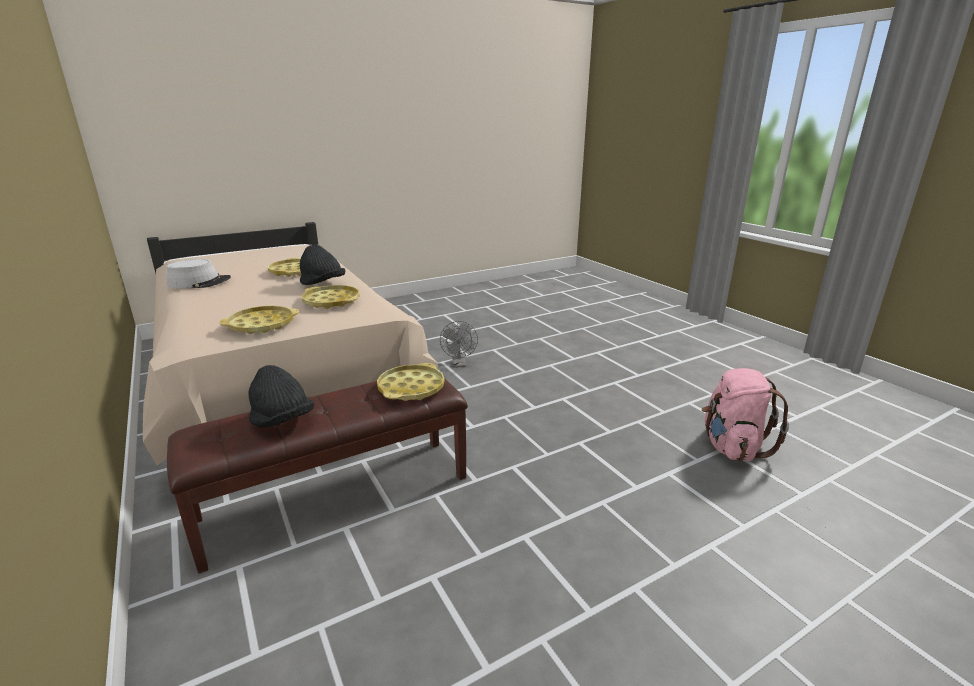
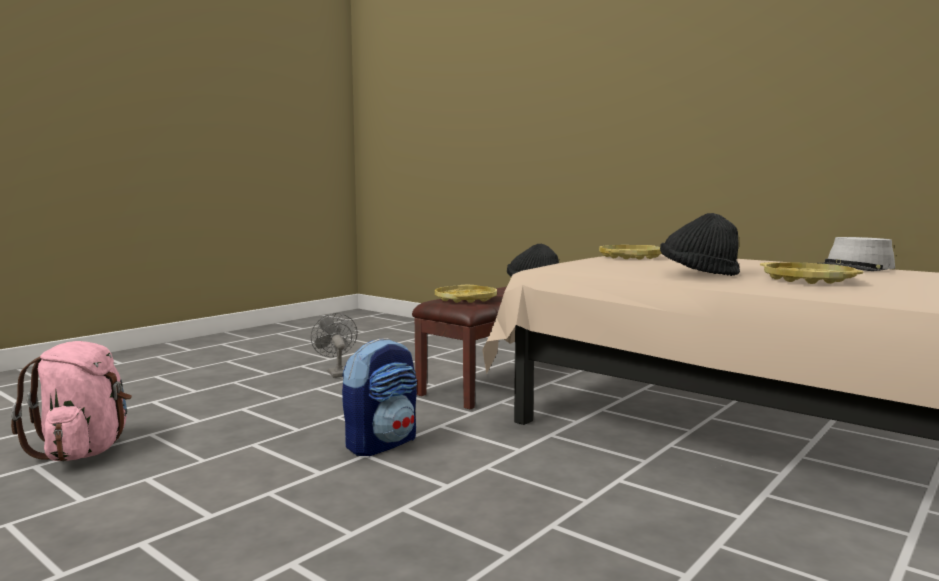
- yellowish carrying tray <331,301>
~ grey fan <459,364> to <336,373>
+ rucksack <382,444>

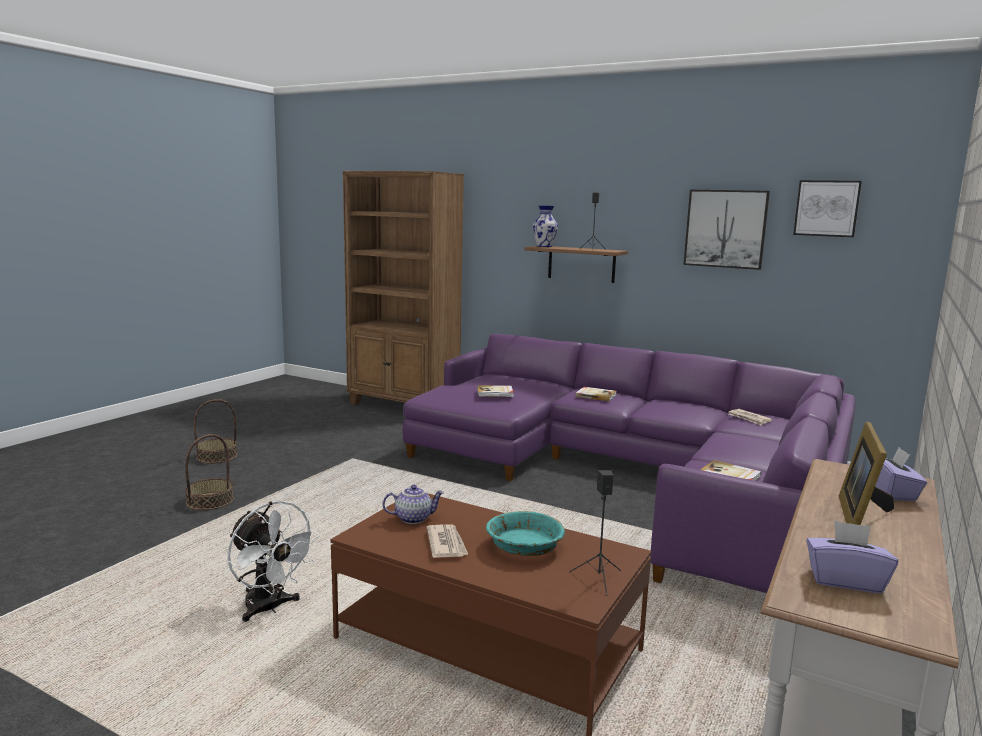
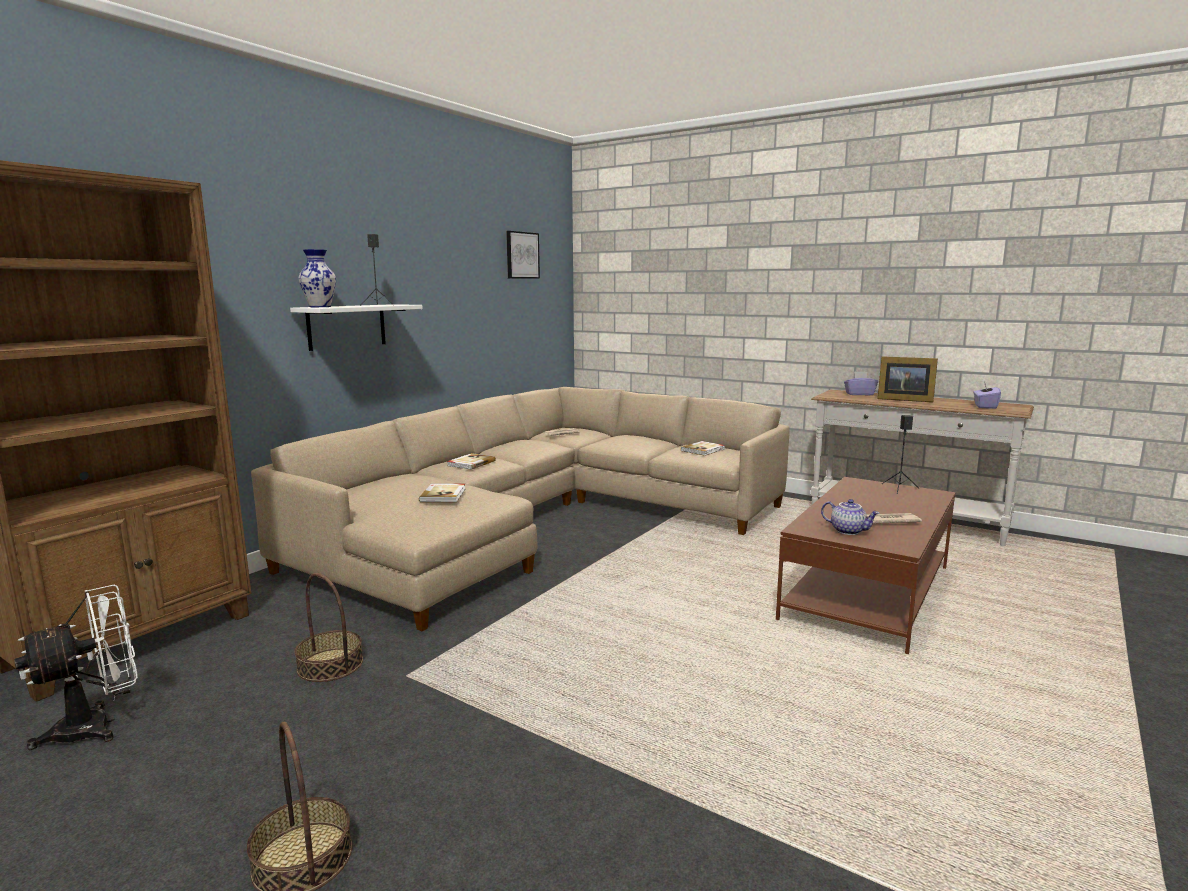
~ household basket <210,501> to <330,665>
~ white fan <269,608> to <98,725>
~ pot for tea <413,518> = <848,531> 135 degrees clockwise
~ purple couch <634,478> to beige-coloured couch <537,521>
- blue-green serving bowl <525,546>
~ brown bracket shelf <581,264> to white bracket shelf <347,326>
- wall art <725,229>

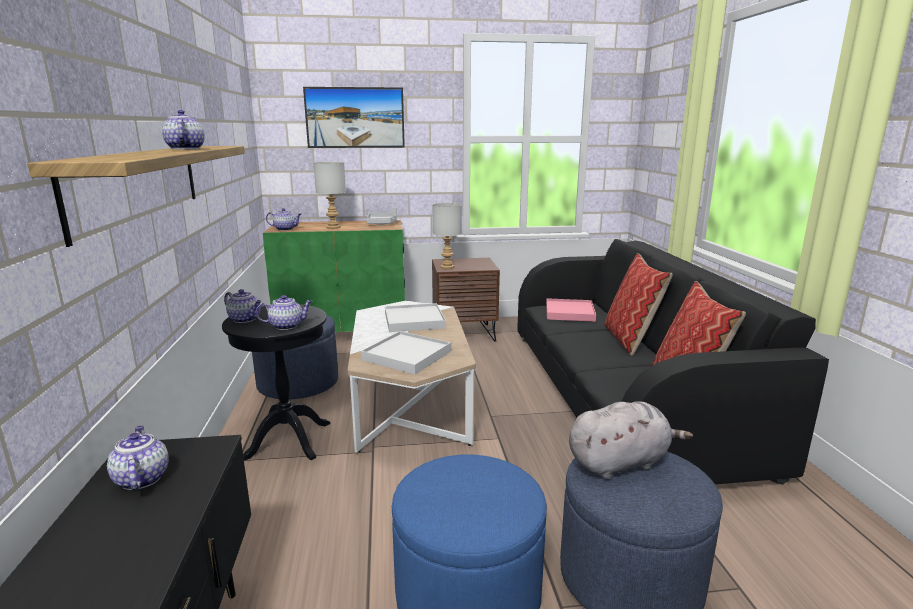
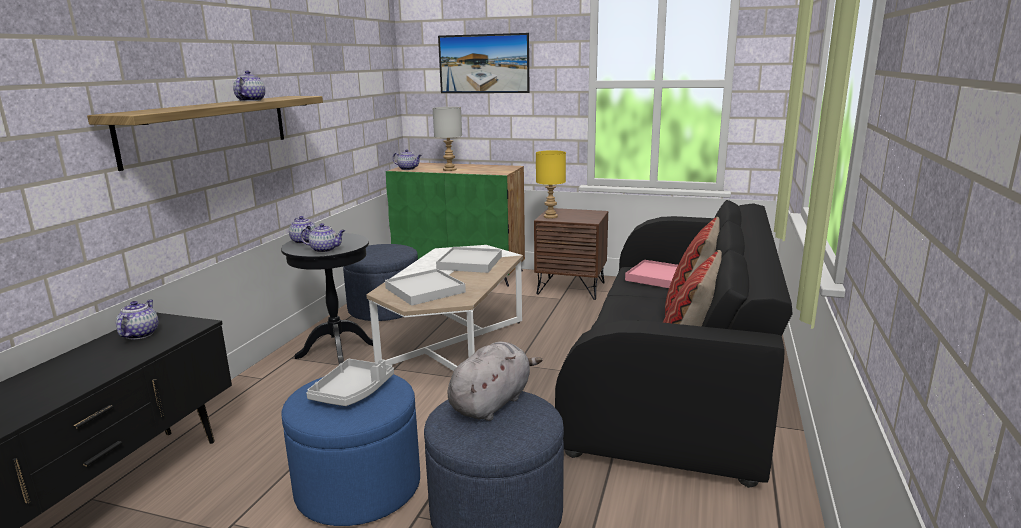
~ grey carrying tray <382,224> to <353,392>
~ grey table lamp <447,267> to yellowish table lamp <550,216>
~ grey soft toy <620,462> = <492,403> 60 degrees counterclockwise

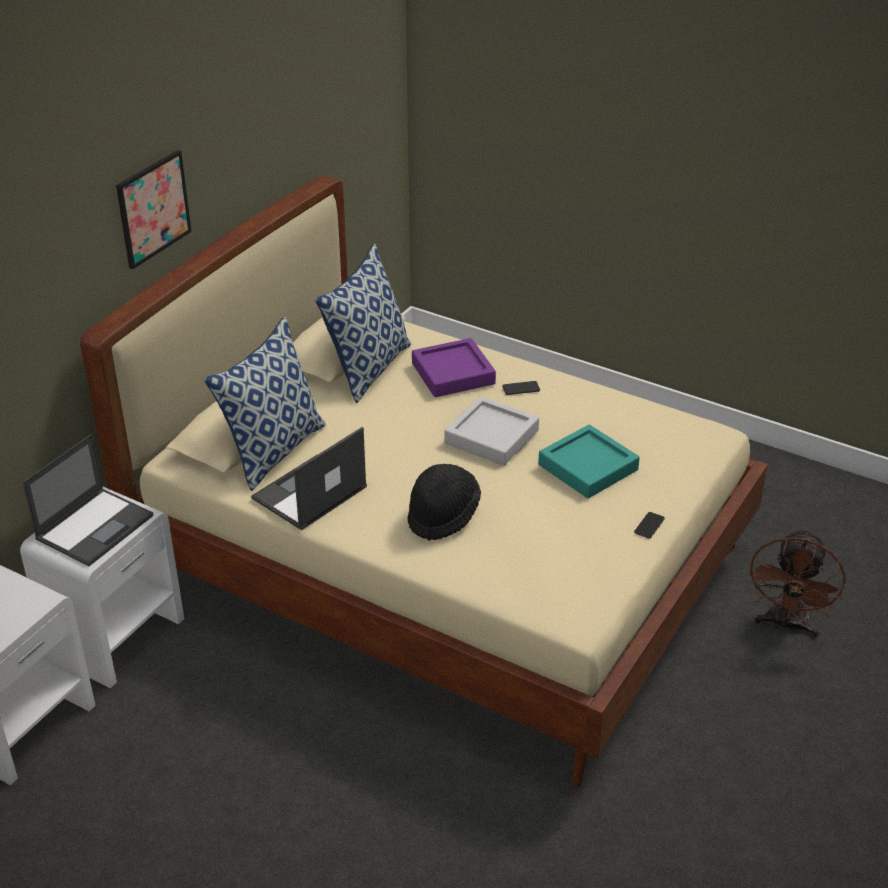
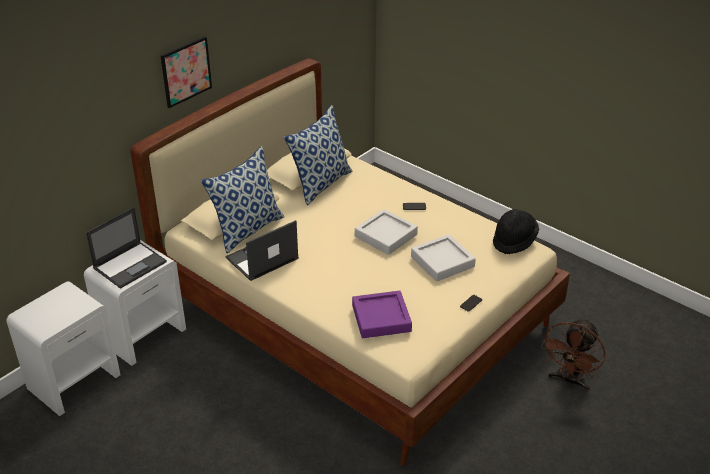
~ blackish wearable hat <443,515> to <514,241>
~ purple carrying tray <453,373> to <381,318>
~ blue-green carrying tray <588,467> to grey carrying tray <442,261>

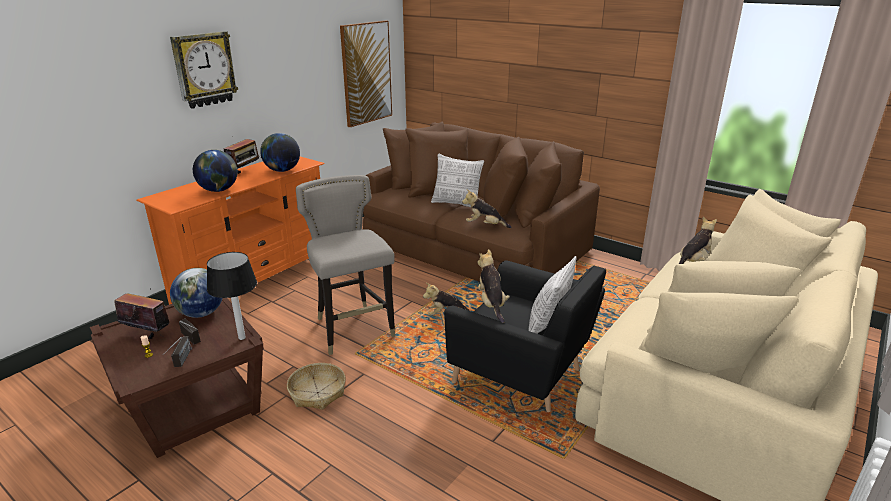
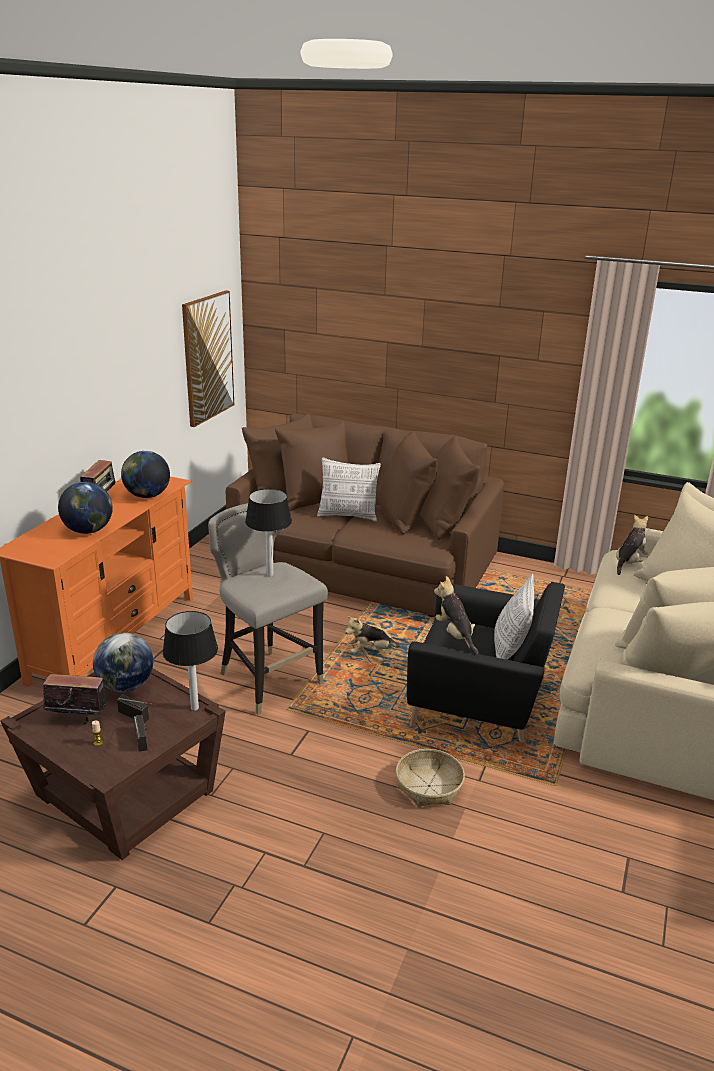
- wall clock <204,69>
~ household basket <317,393> to <429,786>
- soft toy <485,225>
+ table lamp <269,575>

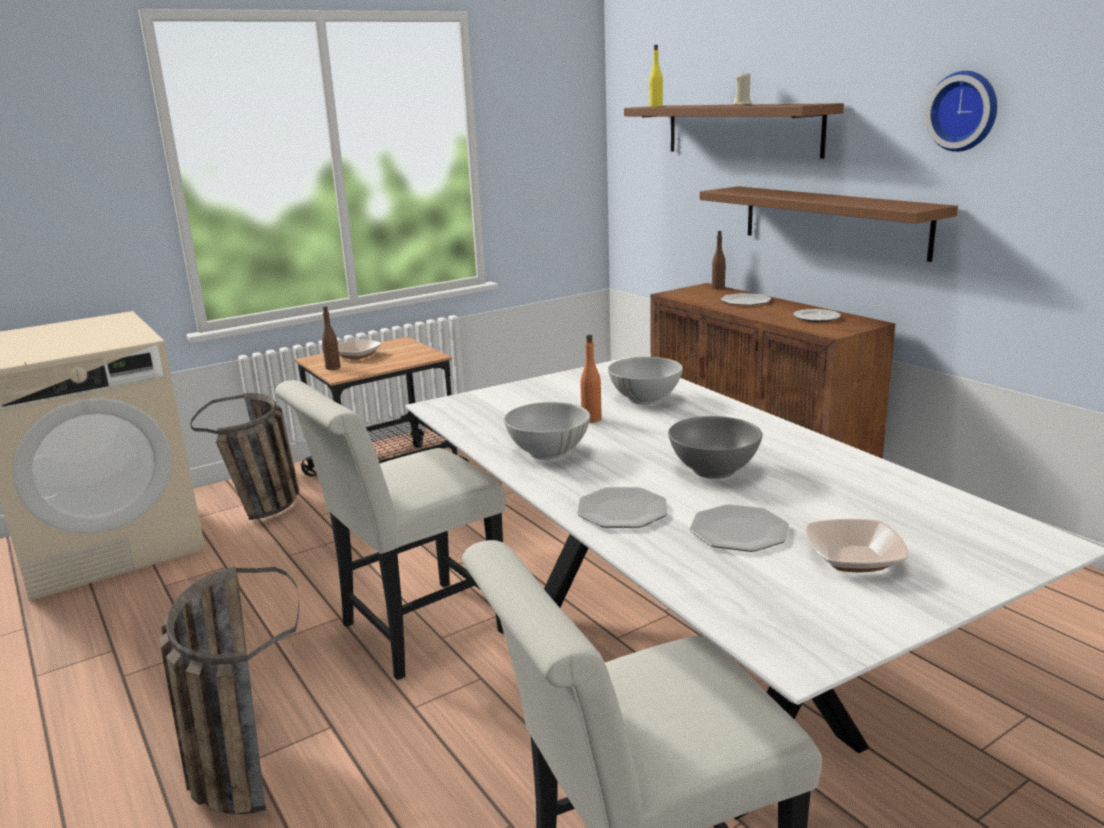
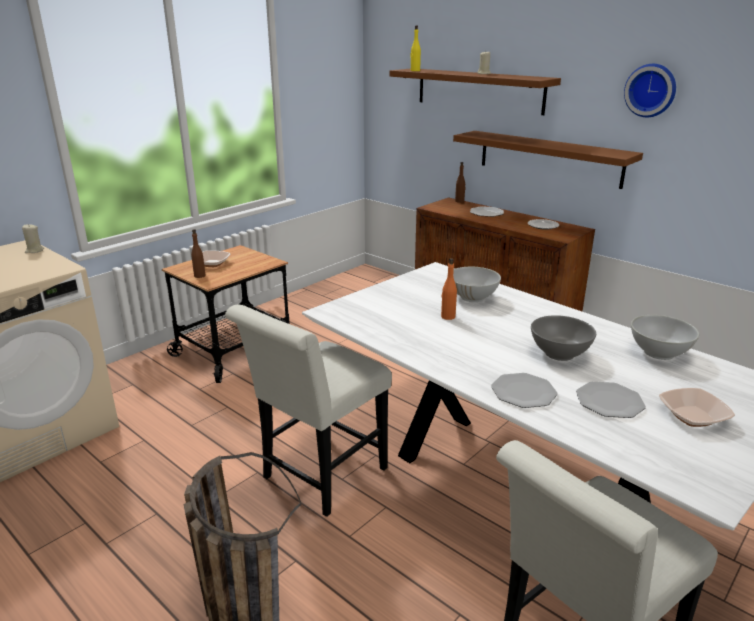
- household basket <266,510>
~ white serving bowl <548,452> to <658,352>
+ beige-coloured candle <34,251>

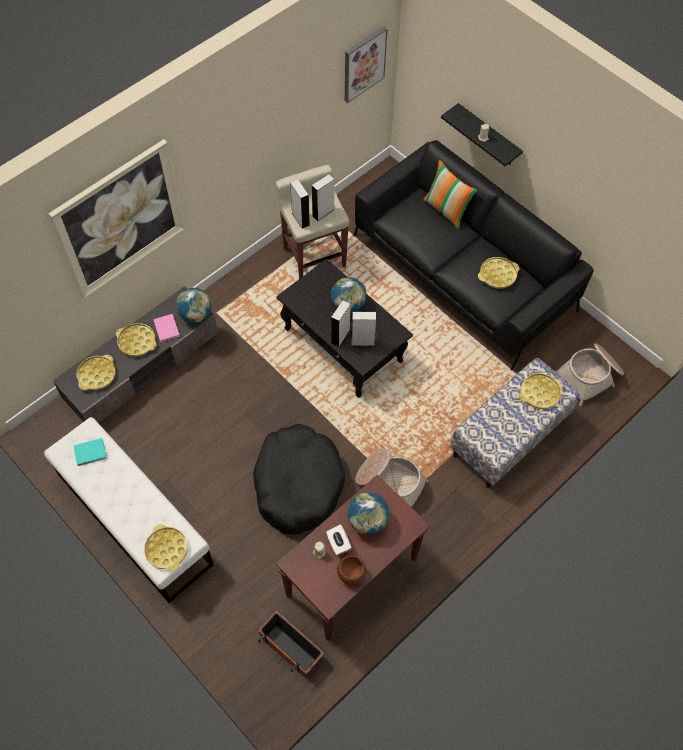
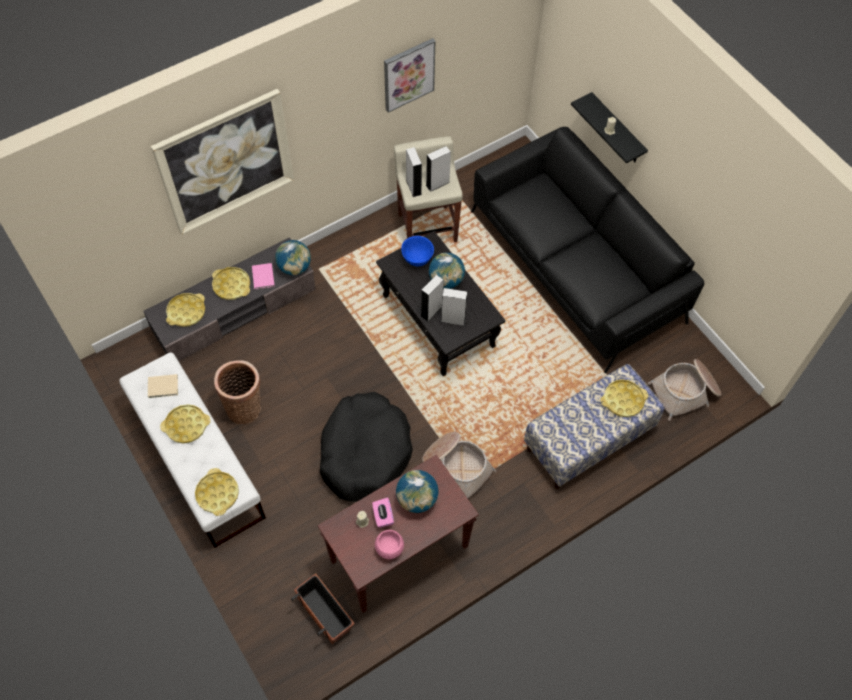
~ blue-green book <91,452> to beige-coloured book <164,387>
~ white tissue box <338,543> to pink tissue box <383,516>
~ brown serving bowl <351,574> to pink serving bowl <390,548>
~ wall art <364,64> to <408,74>
- throw pillow <446,210>
~ yellowish carrying tray <497,275> to <186,426>
+ household basket <245,407>
+ blue-coloured serving bowl <417,259>

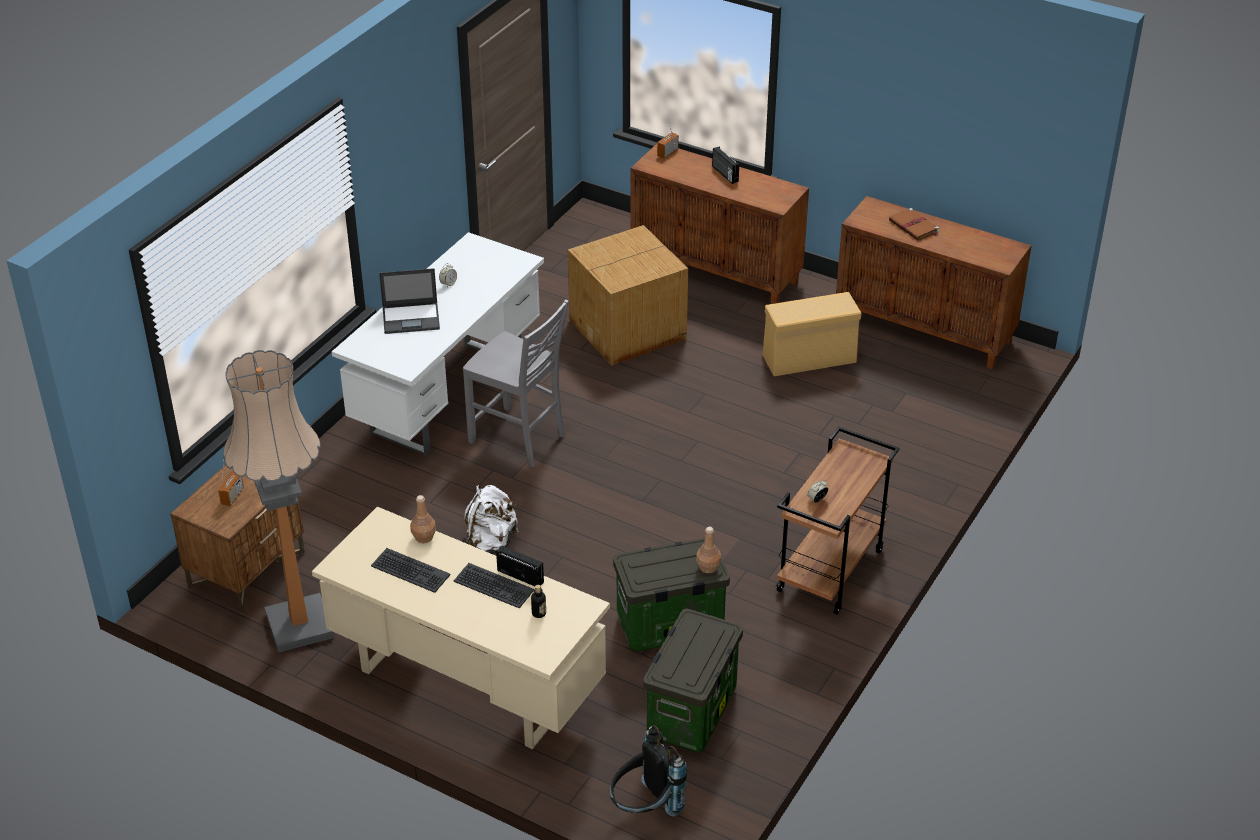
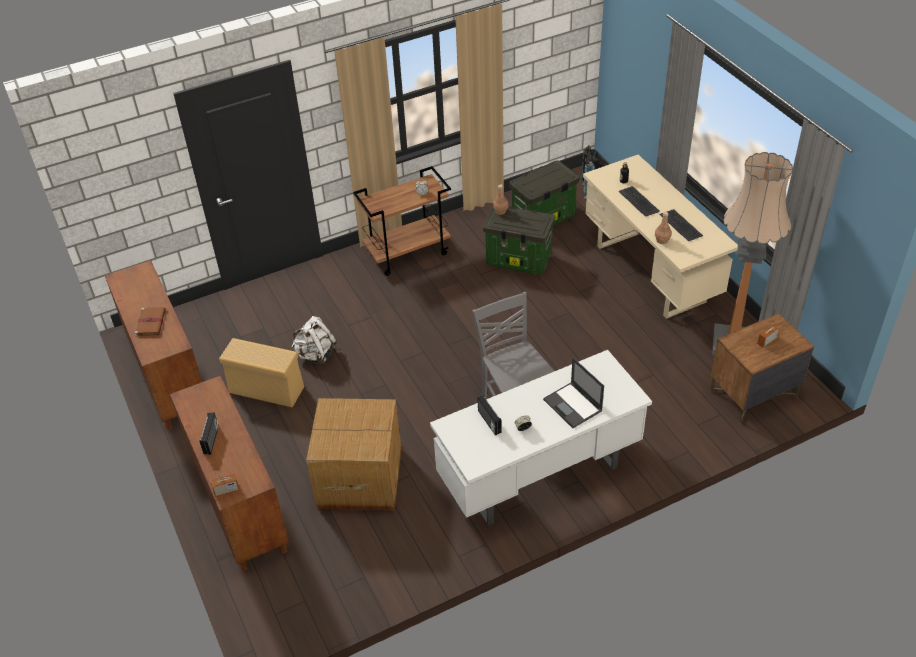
~ laptop <412,318> = <573,405> 150 degrees counterclockwise
~ white rucksack <490,542> to <315,355>
~ radio <521,576> to <488,422>

